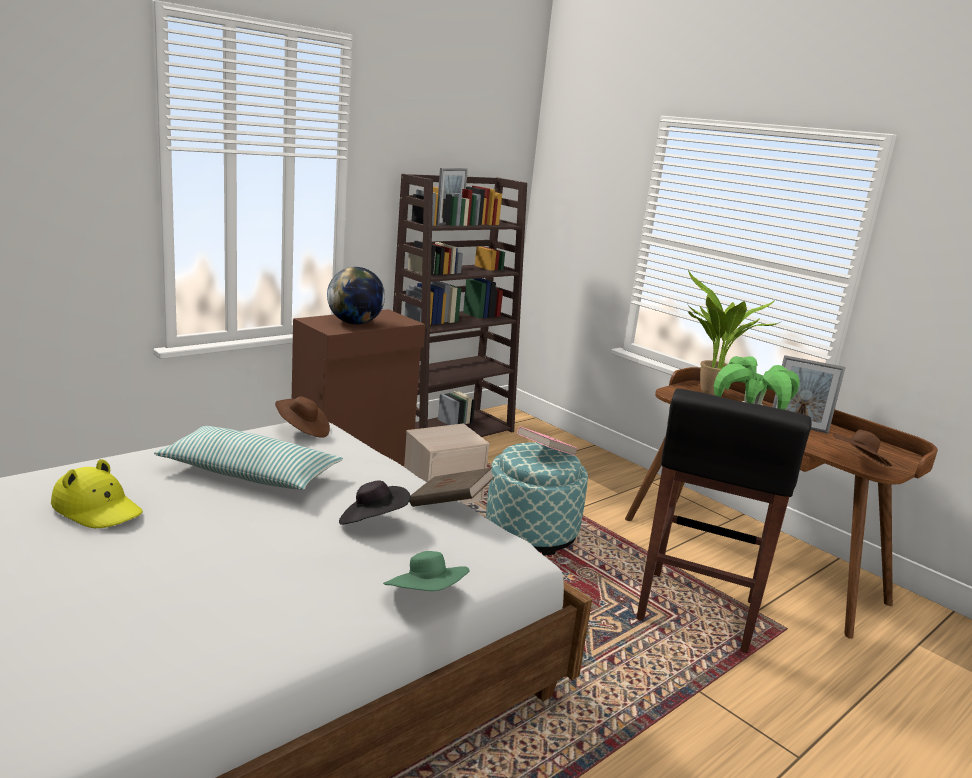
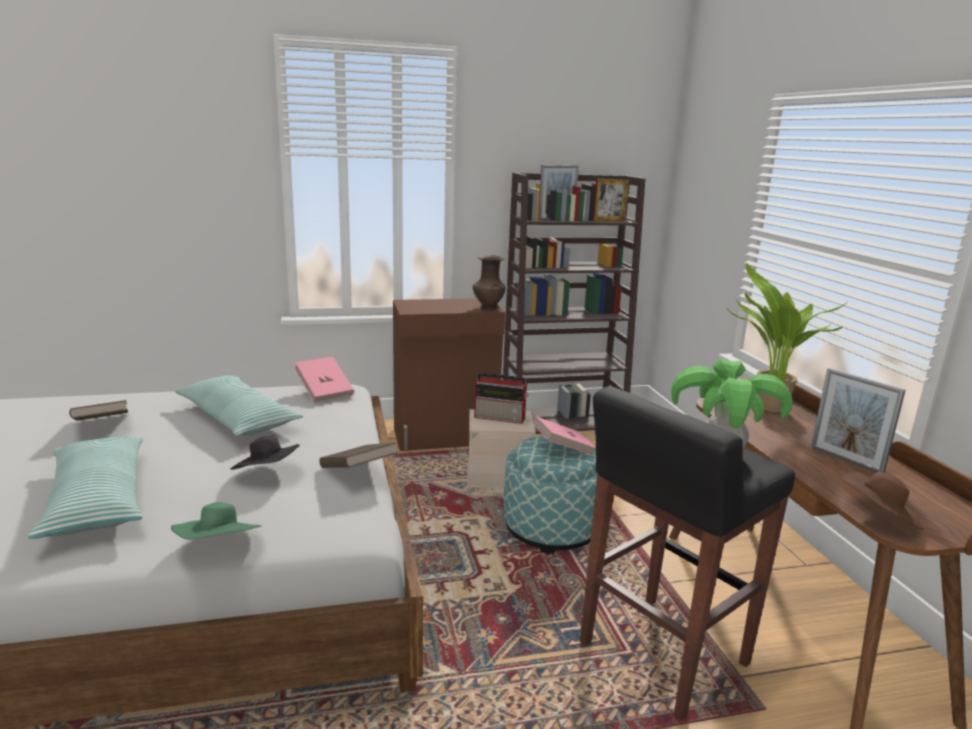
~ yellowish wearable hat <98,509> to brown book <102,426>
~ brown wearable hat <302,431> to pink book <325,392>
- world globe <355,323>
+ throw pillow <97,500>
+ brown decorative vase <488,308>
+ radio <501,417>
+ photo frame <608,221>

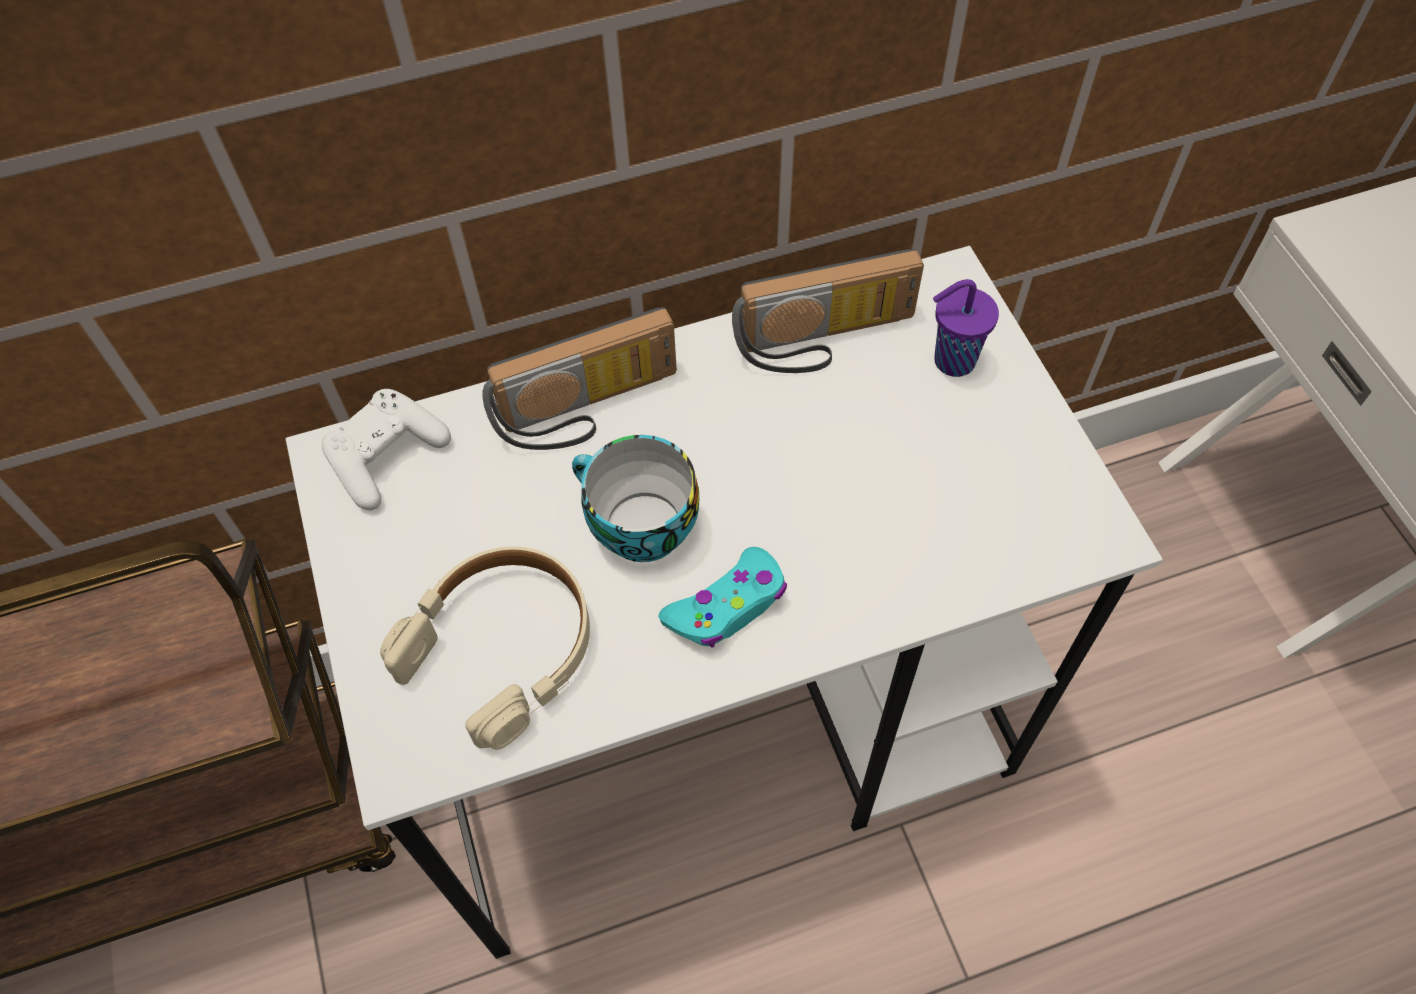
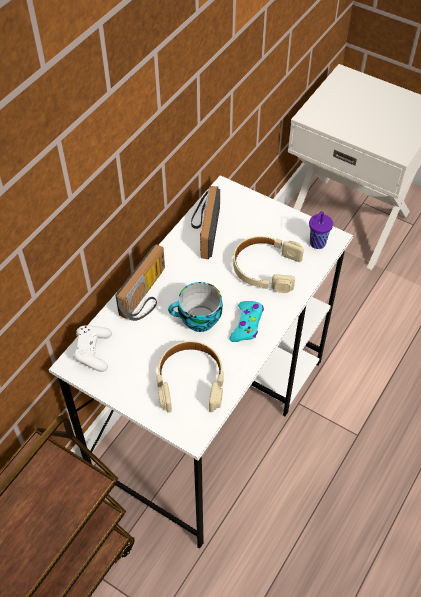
~ radio <826,341> = <203,230> 150 degrees clockwise
~ purple small cup <951,361> to <316,244>
+ beige-coloured headphones <265,268>

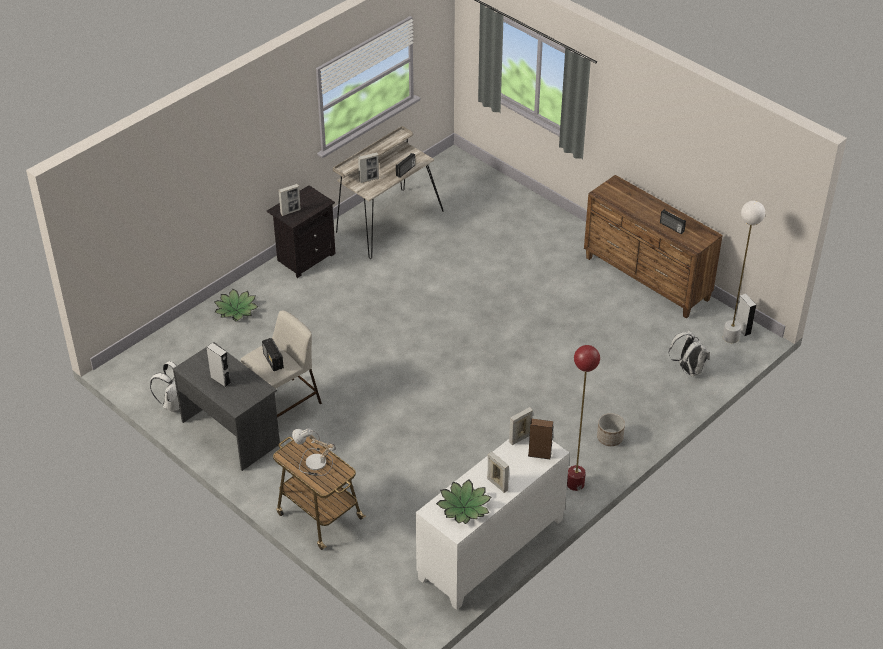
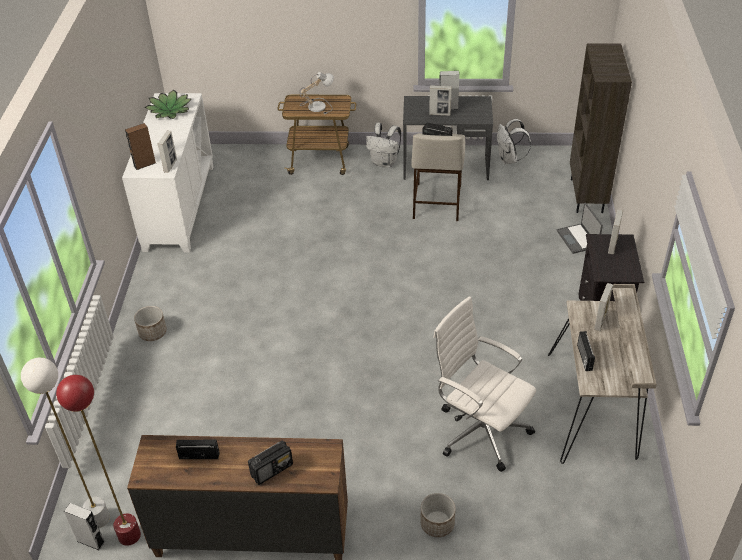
~ houseplant <236,310> to laptop <578,239>
~ photo frame <497,484> to <440,114>
~ red floor lamp <575,484> to <129,535>
~ white rucksack <688,369> to <385,162>
+ radio <272,470>
+ planter <437,523>
+ white computer chair <480,430>
+ brown shelving unit <587,196>

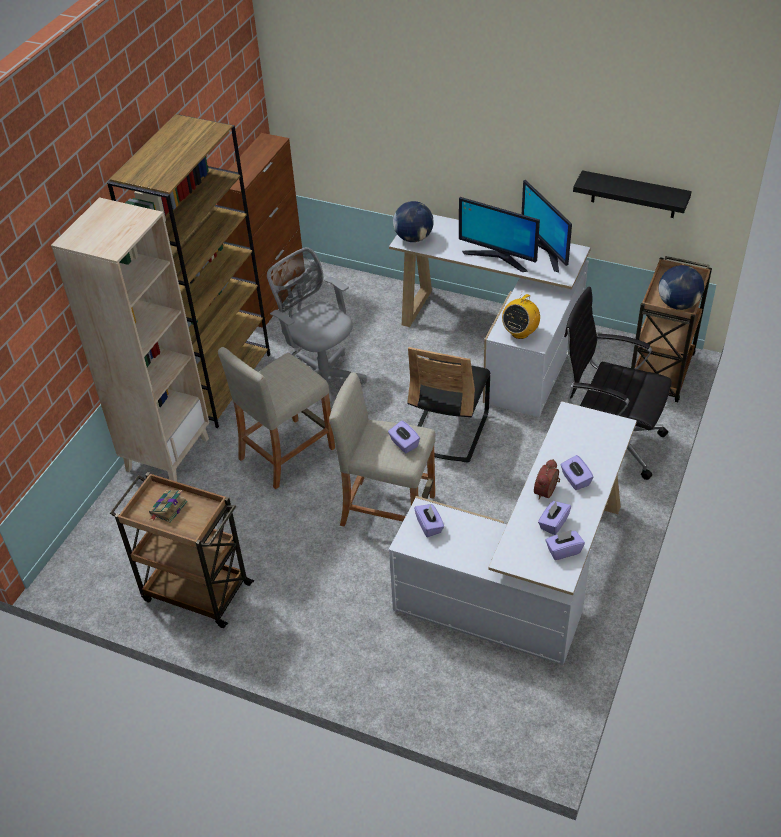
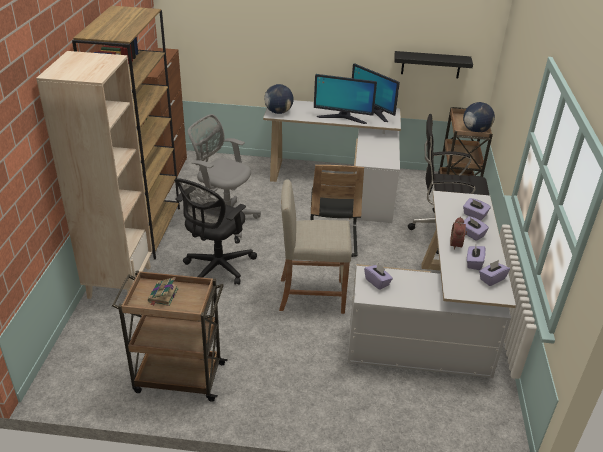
~ beige-coloured stool <286,453> to blackish computer chair <217,268>
~ purple tissue box <404,444> to <474,215>
- radio <520,332>

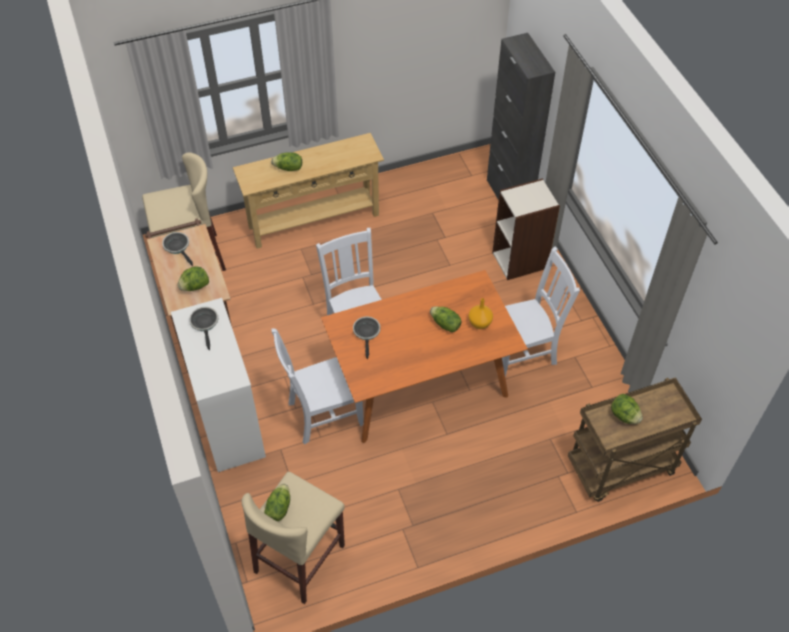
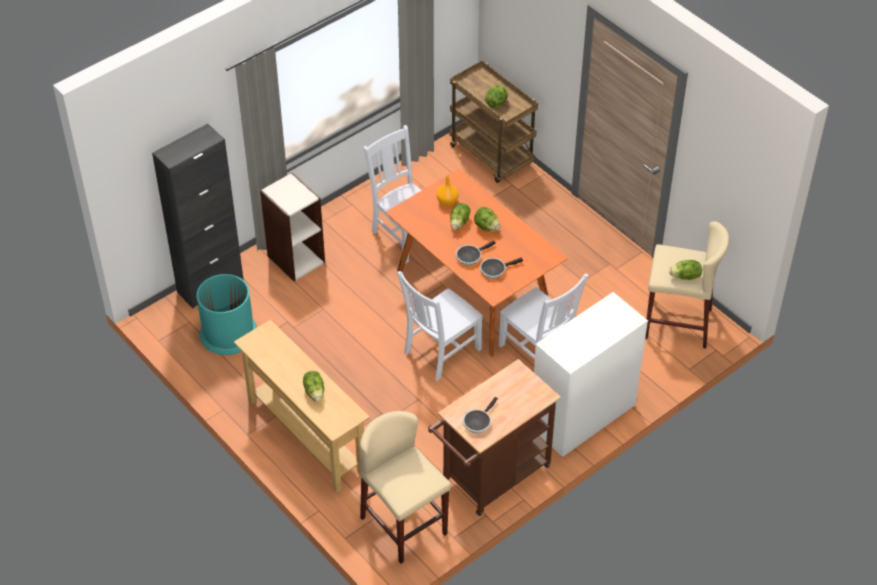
~ head of lettuce <195,286> to <486,227>
~ pan <205,324> to <470,256>
+ blue-green rubbish bin <228,333>

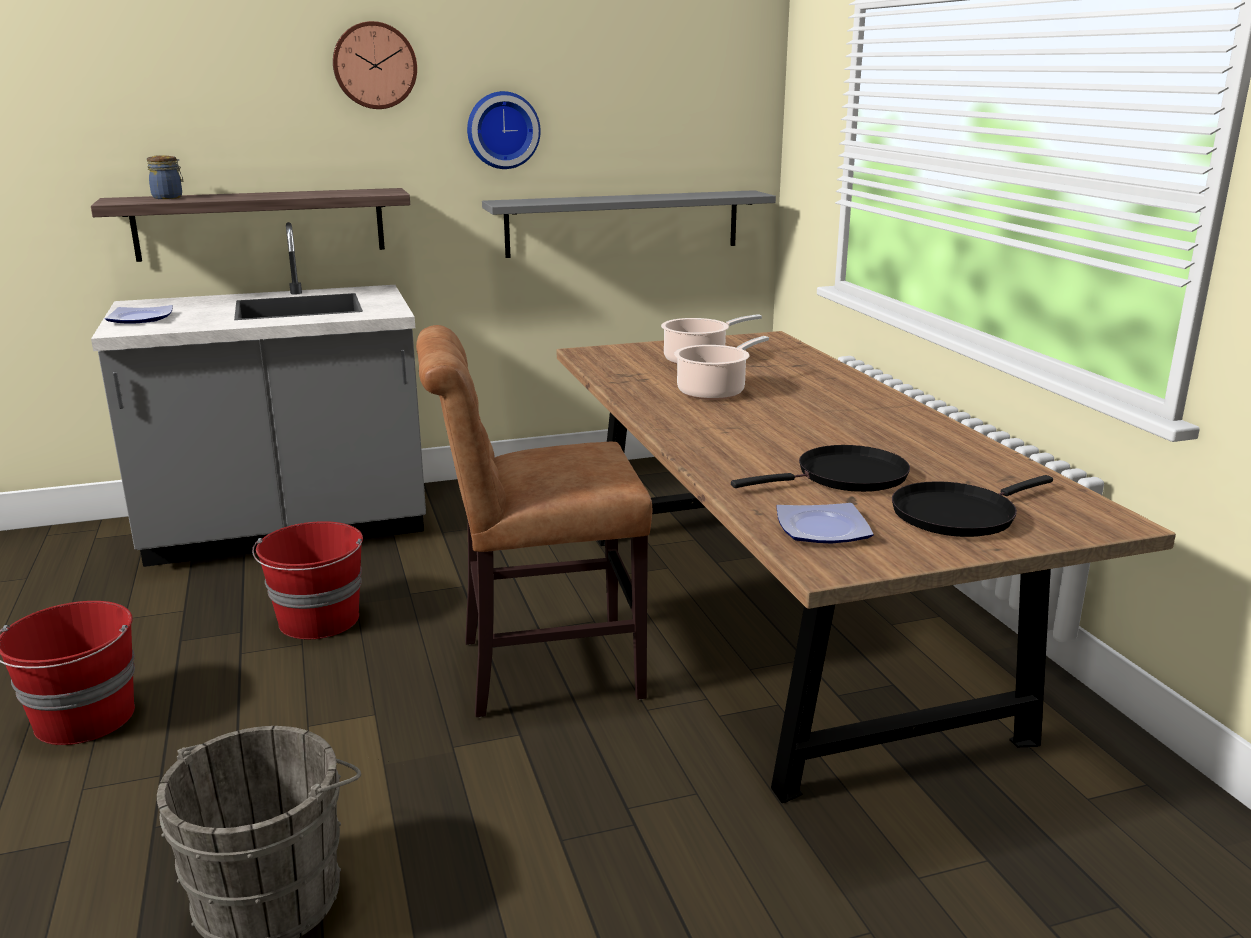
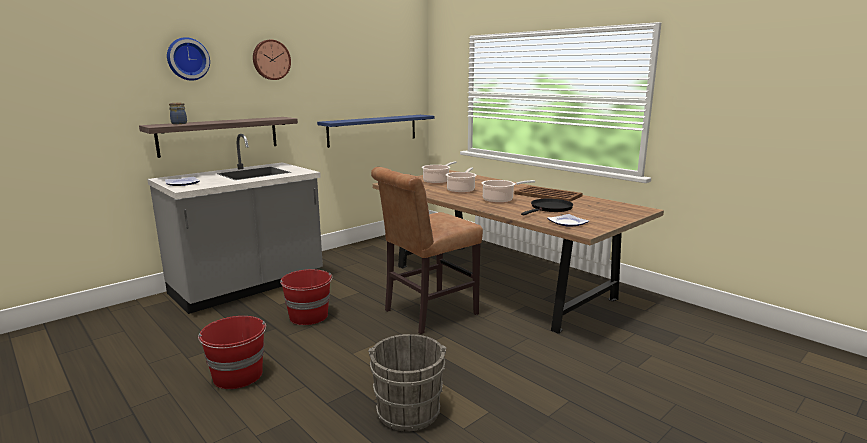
~ wall clock <502,130> to <187,59>
~ grey bracket shelf <623,223> to blue-coloured bracket shelf <373,130>
- blackish pan <958,514>
+ saucepot <500,200>
+ brown carrying tray <548,195>

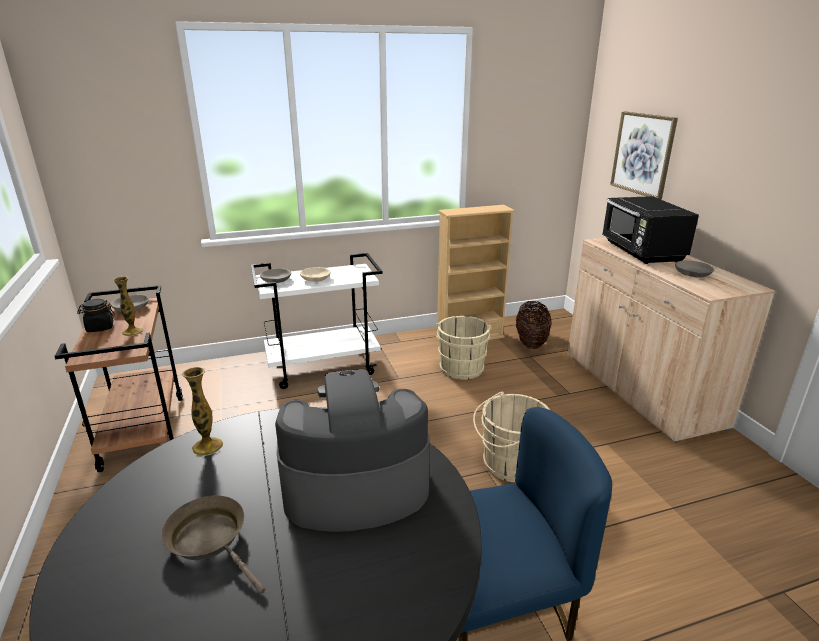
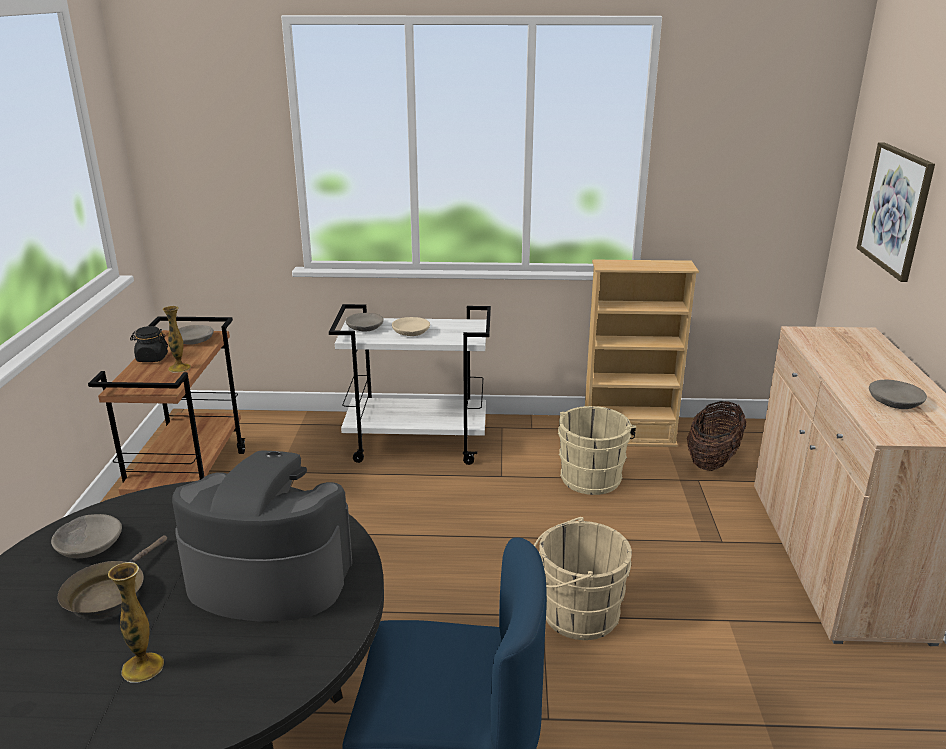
~ brown pan <211,540> = <109,594> 135 degrees counterclockwise
~ decorative vase <207,446> to <143,667>
- blackish microwave oven <641,252>
+ grey serving bowl <89,544>

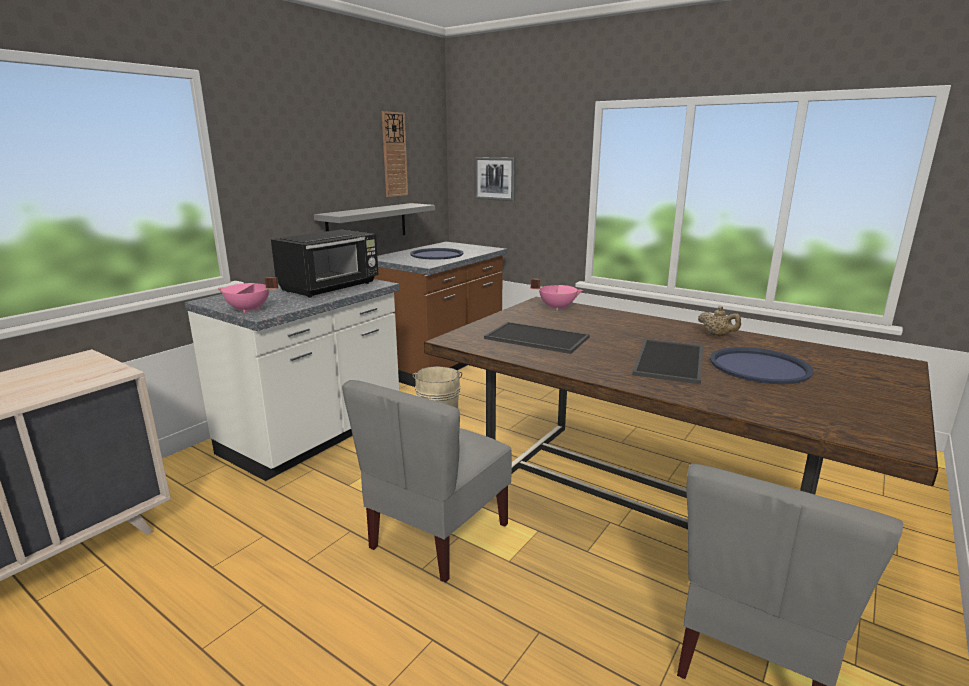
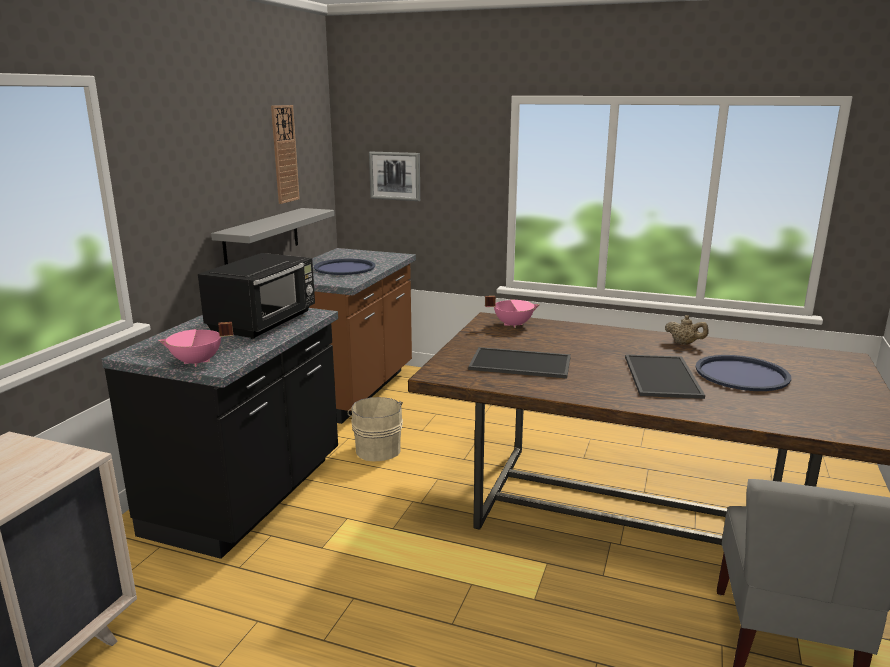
~ white counter <314,436> to blackish counter <248,496>
- grey plain chair <437,536>

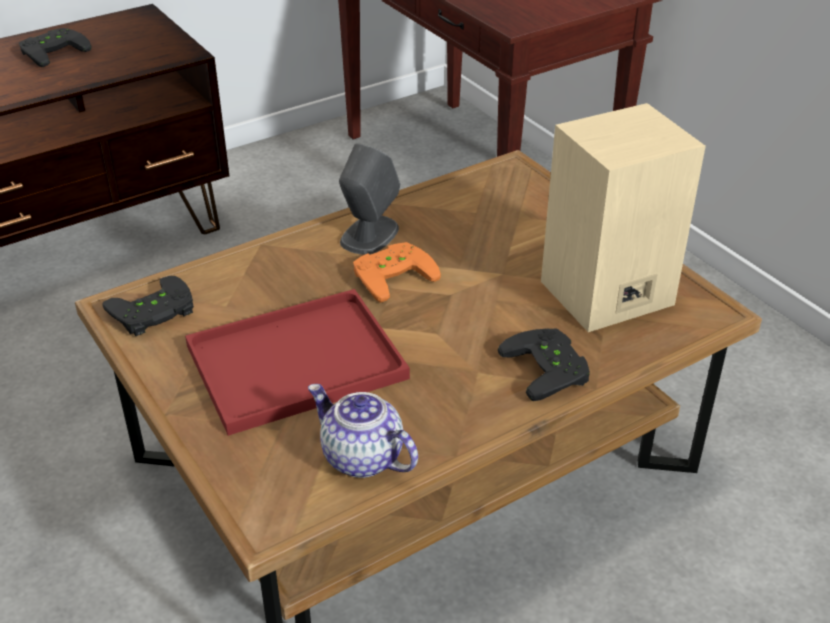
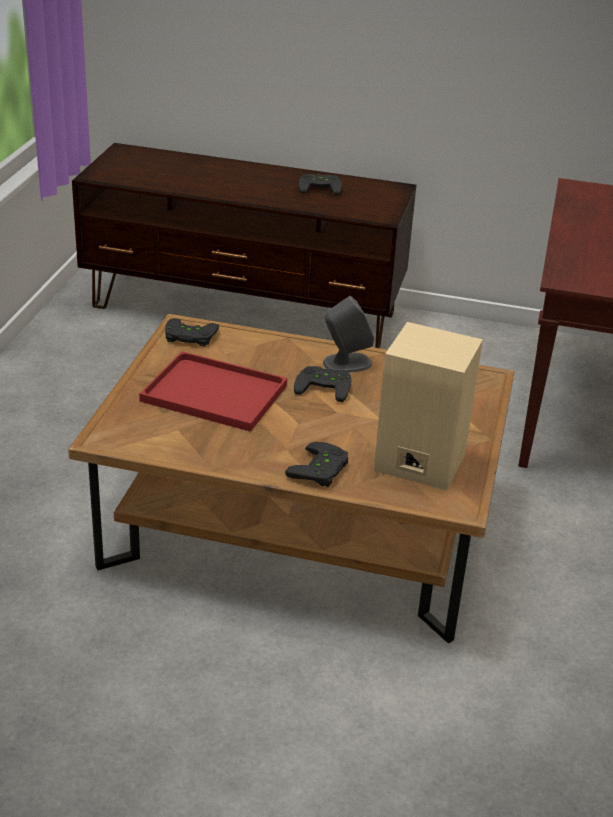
- pot for tea <361,457>
~ orangey gamepad <392,274> to blackish gamepad <325,386>

